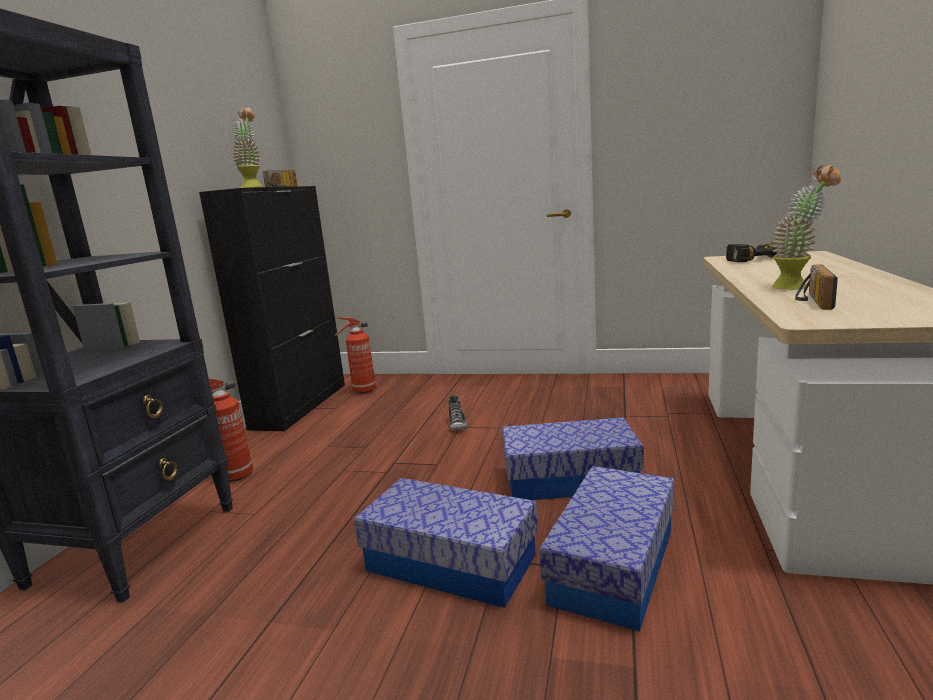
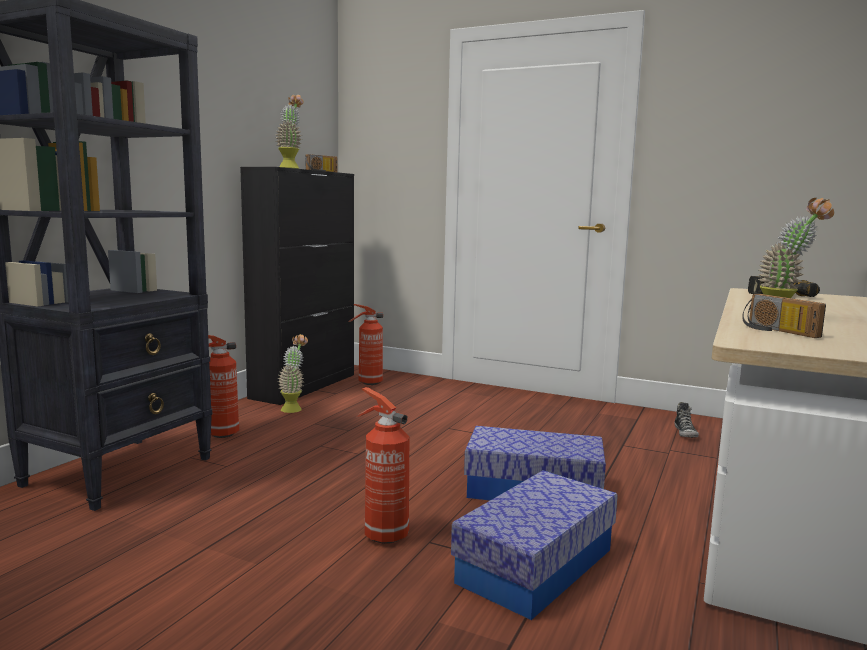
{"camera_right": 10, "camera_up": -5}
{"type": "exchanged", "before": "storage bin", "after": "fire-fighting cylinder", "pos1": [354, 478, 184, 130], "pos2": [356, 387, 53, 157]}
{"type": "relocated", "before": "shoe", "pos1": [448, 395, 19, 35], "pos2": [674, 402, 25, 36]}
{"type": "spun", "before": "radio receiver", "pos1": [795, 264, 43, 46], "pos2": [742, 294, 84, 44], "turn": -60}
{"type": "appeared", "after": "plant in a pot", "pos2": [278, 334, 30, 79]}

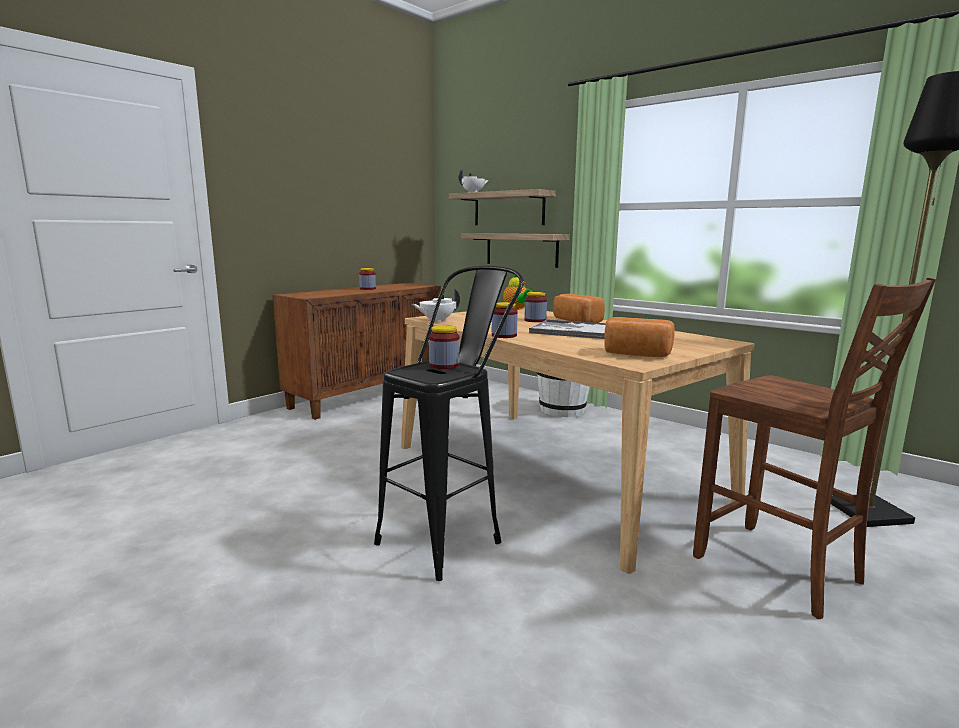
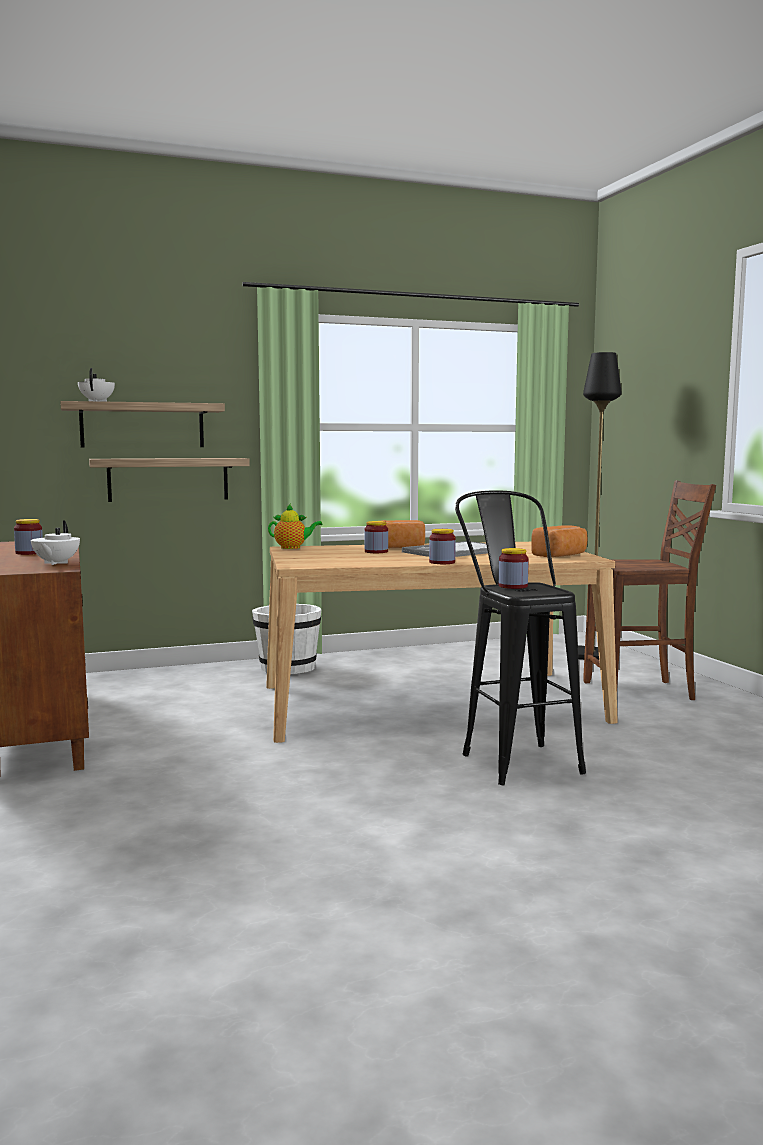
{"camera_right": -60, "camera_up": -5}
{"type": "relocated", "before": "whitish pot for tea", "pos1": [412, 289, 48, 33], "pos2": [31, 521, 49, 44]}

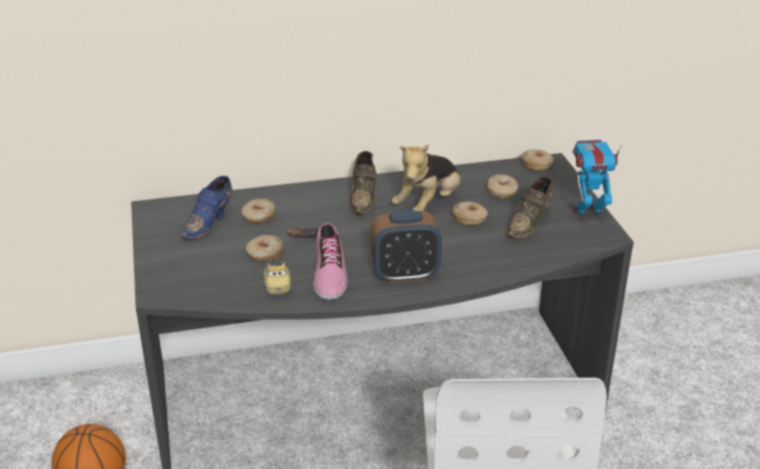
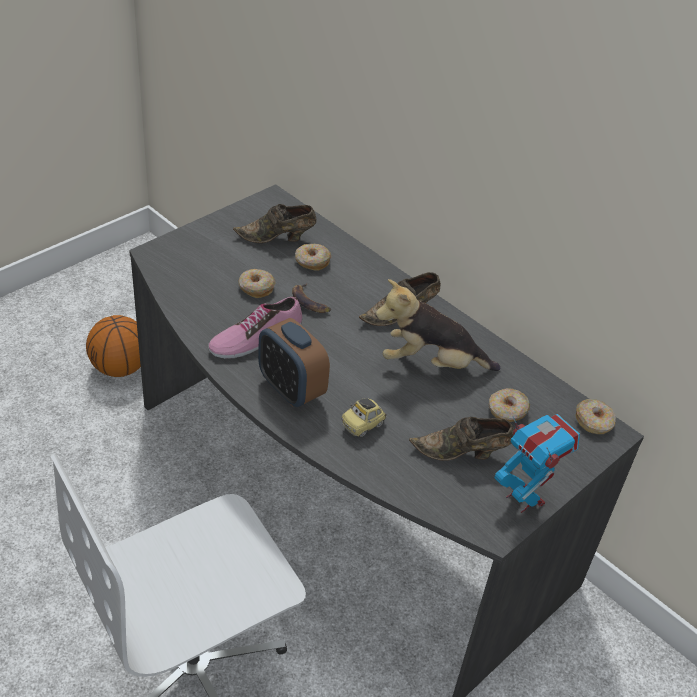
{"camera_right": 55, "camera_up": 10}
{"type": "colour", "before": "blue-coloured shoe", "after": "brown shoe", "pos1": [180, 176, 53, 63], "pos2": [233, 204, 84, 39]}
{"type": "relocated", "before": "toy car", "pos1": [263, 260, 28, 34], "pos2": [341, 398, 45, 39]}
{"type": "missing", "before": "donut", "pos1": [452, 201, 36, 24]}

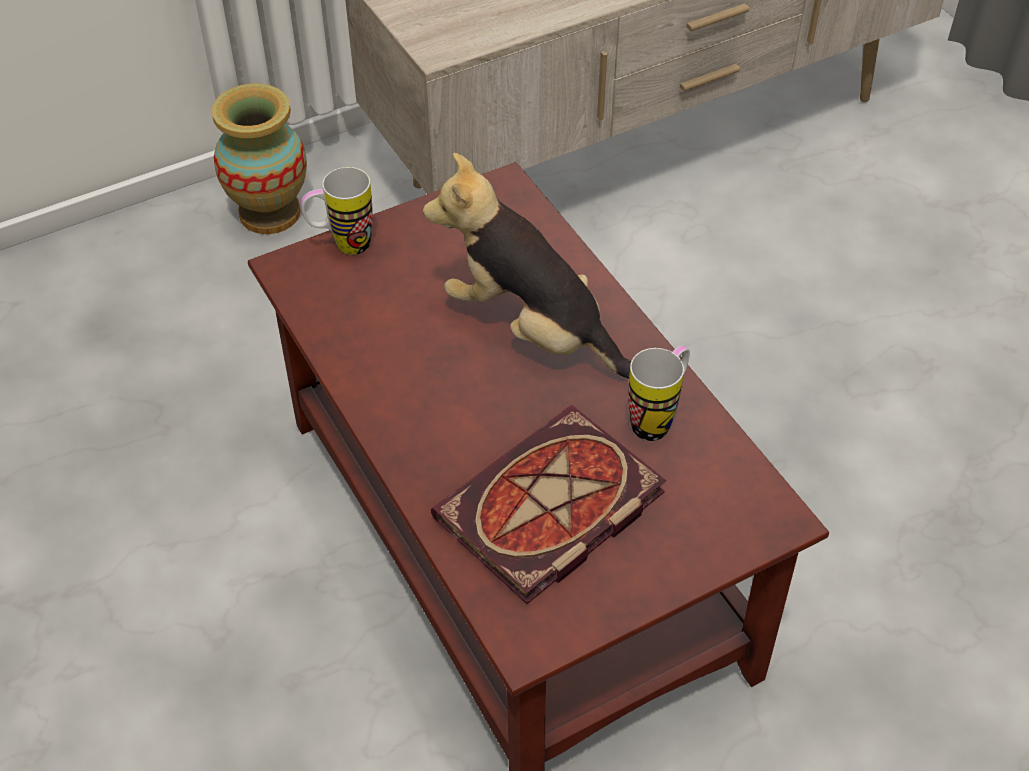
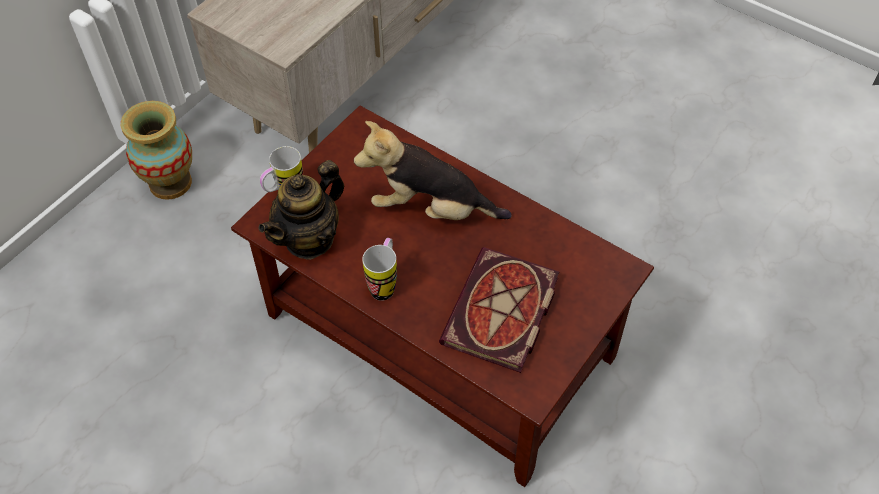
{"camera_right": -25, "camera_up": 5}
{"type": "relocated", "before": "mug", "pos1": [628, 346, 62, 95], "pos2": [362, 238, 35, 63]}
{"type": "appeared", "after": "pot for tea", "pos2": [258, 160, 86, 100]}

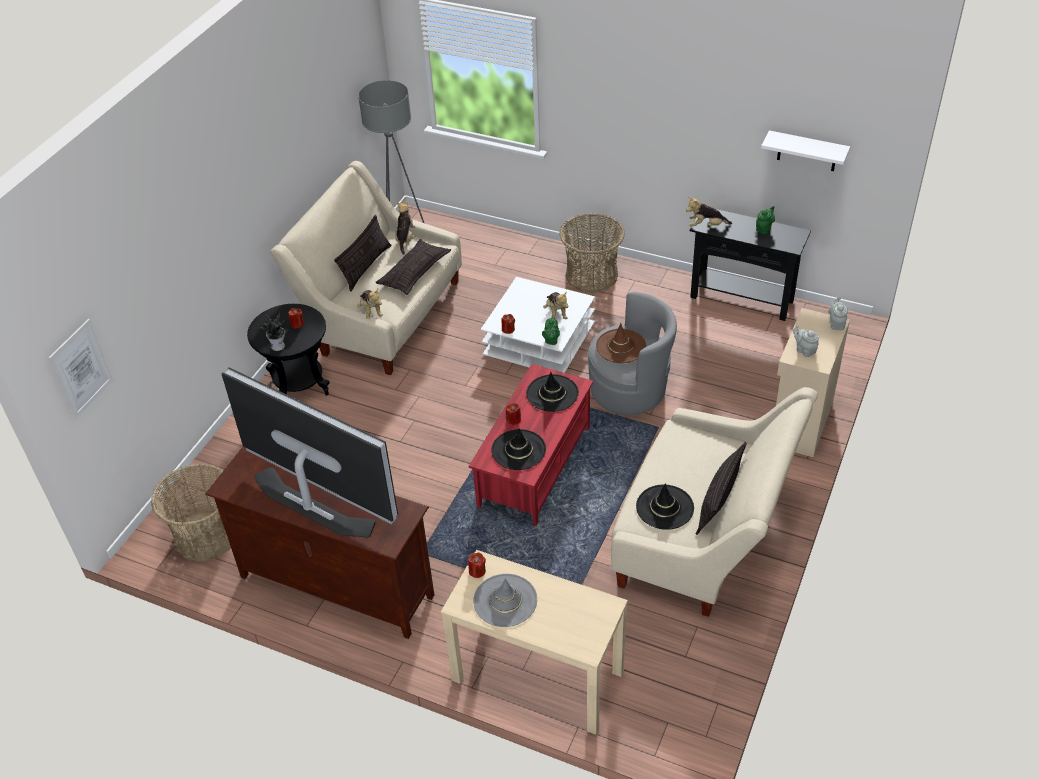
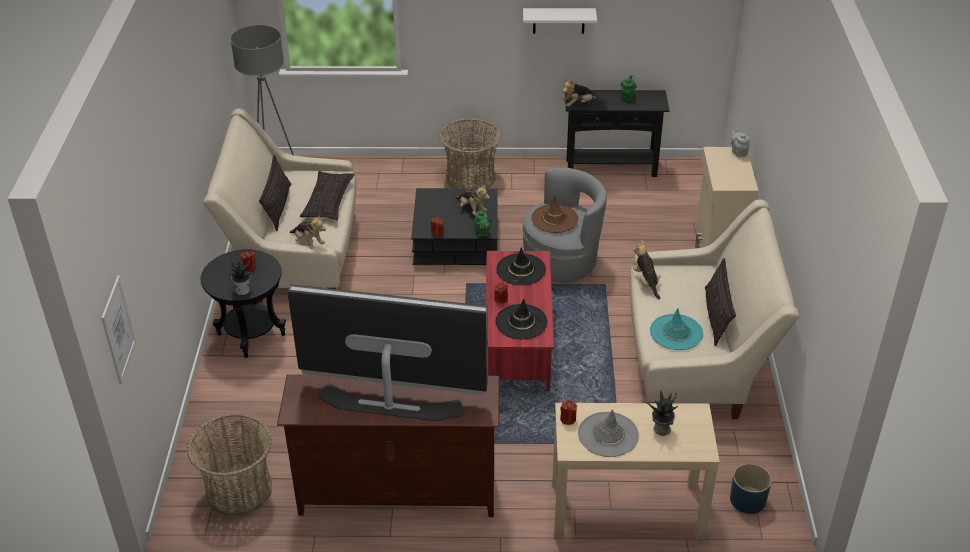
{"camera_right": -25, "camera_up": -5}
{"type": "relocated", "before": "cuddly toy", "pos1": [395, 200, 21, 55], "pos2": [633, 240, 28, 59]}
{"type": "colour", "before": "whitish coffee table", "after": "blackish coffee table", "pos1": [481, 277, 114, 96], "pos2": [411, 188, 87, 77]}
{"type": "colour", "before": "blackish hat", "after": "turquoise-coloured hat", "pos1": [636, 484, 58, 46], "pos2": [650, 308, 53, 42]}
{"type": "relocated", "before": "whitish shelf", "pos1": [761, 130, 89, 41], "pos2": [523, 8, 74, 26]}
{"type": "missing", "before": "gray pot for tea", "pos1": [793, 325, 26, 32]}
{"type": "appeared", "after": "plant in a pot", "pos2": [647, 390, 32, 46]}
{"type": "appeared", "after": "blue-coloured planter", "pos2": [730, 463, 42, 51]}

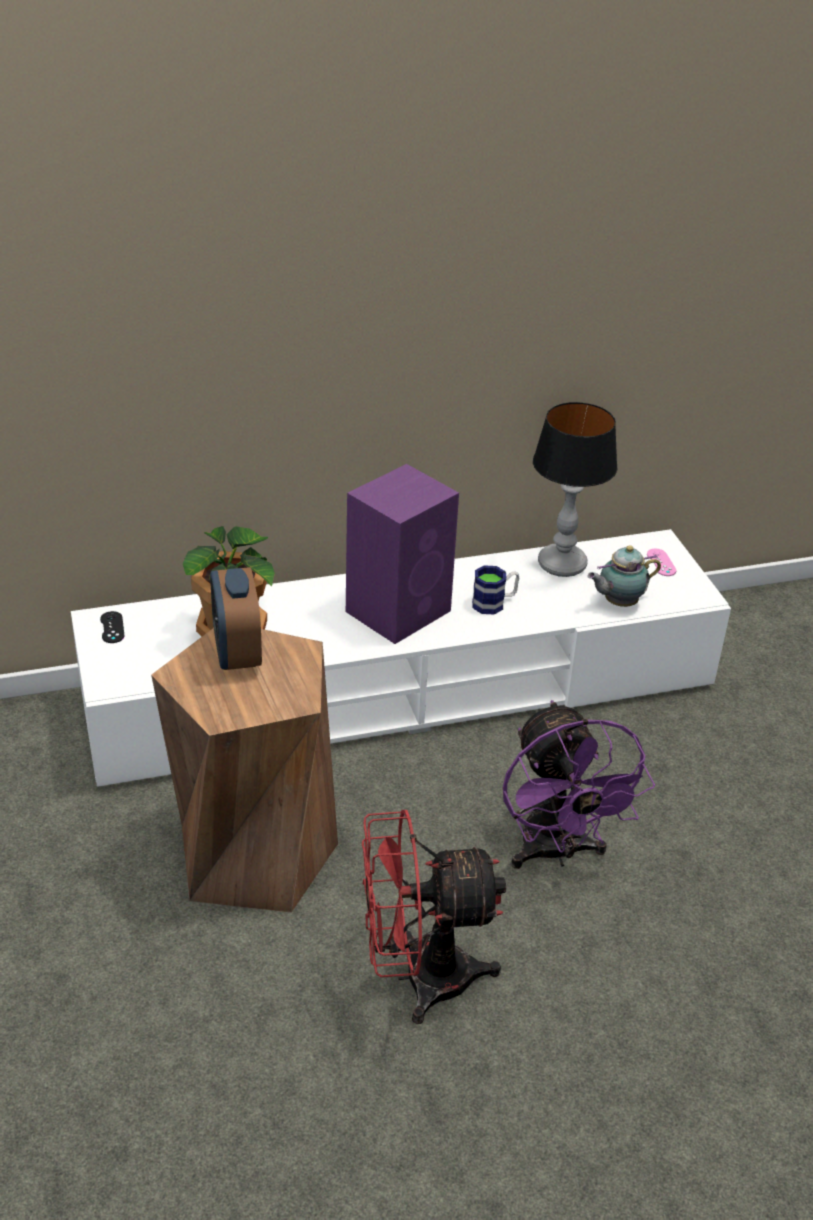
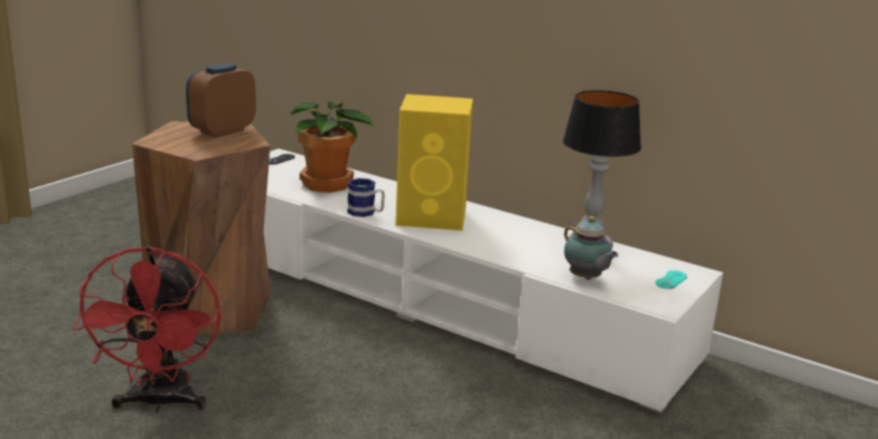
{"camera_right": 50, "camera_up": -15}
{"type": "colour", "before": "purple audio speaker", "after": "yellow-coloured audio speaker", "pos1": [346, 464, 113, 180], "pos2": [396, 94, 77, 137]}
{"type": "spun", "before": "red cooling fan", "pos1": [362, 810, 144, 214], "pos2": [72, 246, 149, 166], "turn": -135}
{"type": "relocated", "before": "mug", "pos1": [472, 565, 47, 50], "pos2": [347, 178, 38, 39]}
{"type": "missing", "before": "purple cooling fan", "pos1": [503, 700, 152, 169]}
{"type": "spun", "before": "pot for tea", "pos1": [587, 545, 74, 62], "pos2": [564, 216, 54, 64], "turn": -150}
{"type": "colour", "before": "pinkish gamepad", "after": "turquoise-coloured gamepad", "pos1": [647, 549, 30, 27], "pos2": [655, 270, 32, 19]}

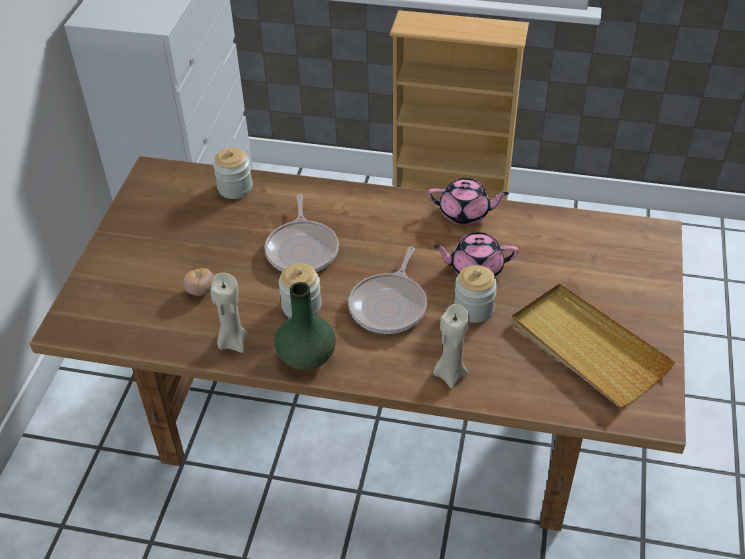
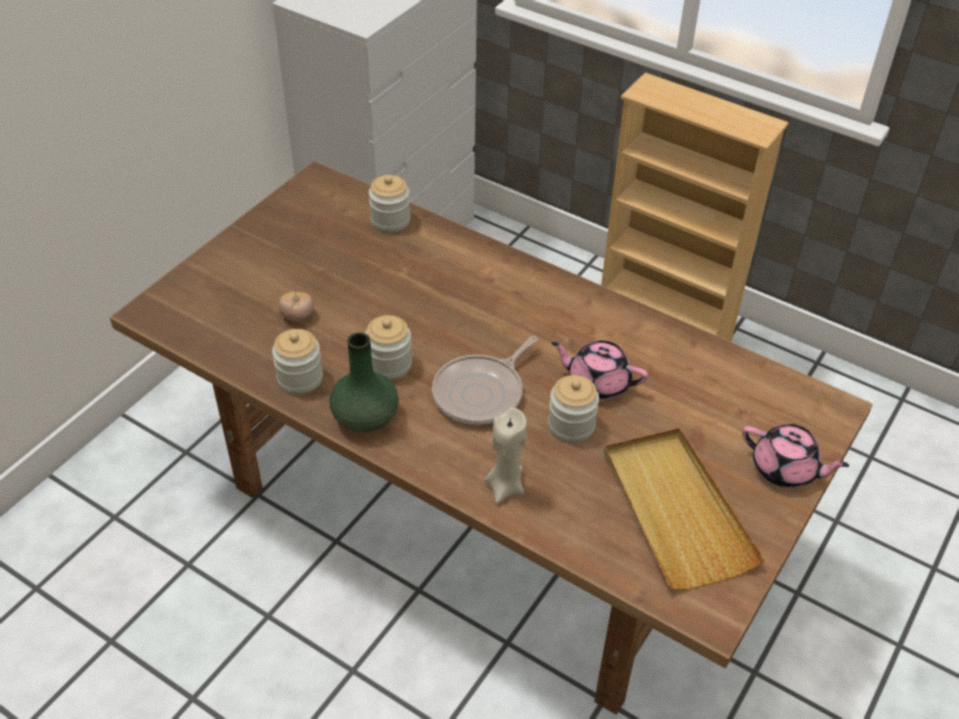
{"camera_right": 20, "camera_up": 0}
{"type": "exchanged", "before": "beige wax candle", "after": "preserve jar", "pos1": [211, 273, 37, 80], "pos2": [272, 329, 51, 65]}
{"type": "missing", "before": "frying pan", "pos1": [265, 194, 74, 78]}
{"type": "relocated", "before": "pinkish pot for tea", "pos1": [428, 178, 81, 46], "pos2": [742, 424, 107, 64]}

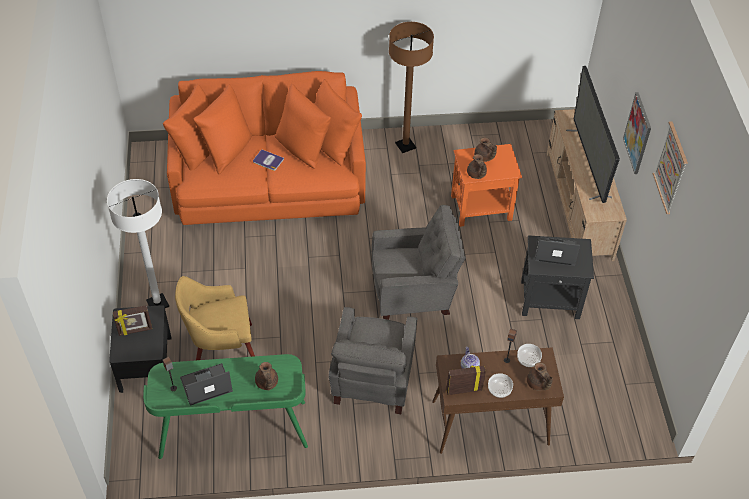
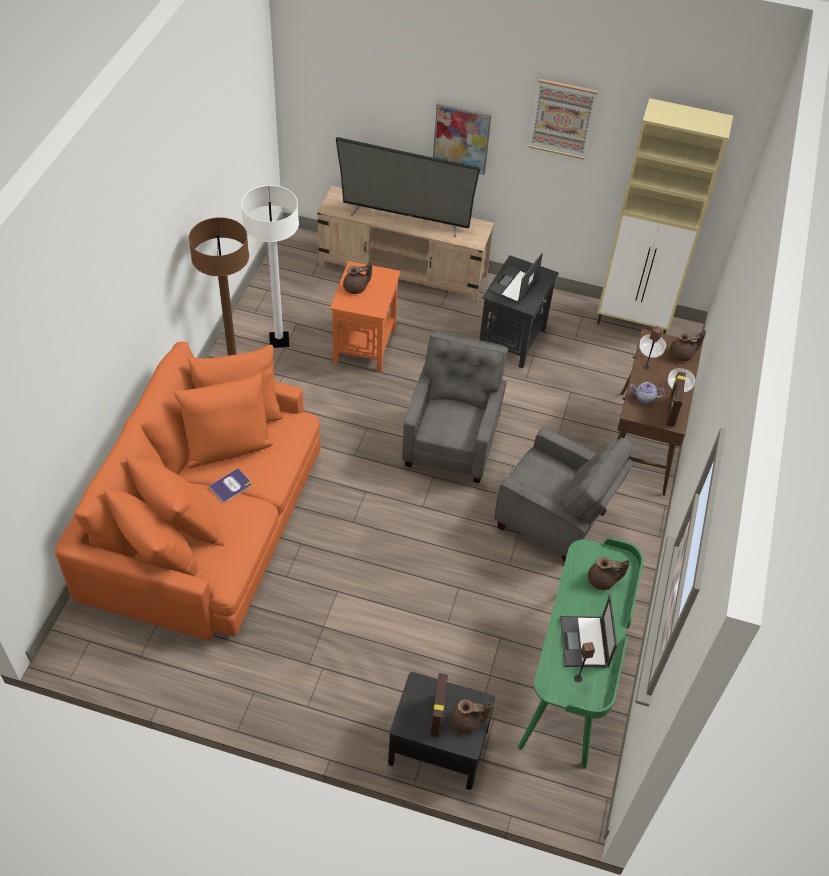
{"camera_right": -70, "camera_up": 0}
{"type": "relocated", "before": "whitish floor lamp", "pos1": [107, 179, 62, 129], "pos2": [241, 185, 58, 163]}
{"type": "missing", "before": "yellow-coloured lounge chair", "pos1": [175, 276, 80, 84]}
{"type": "relocated", "before": "brown pot for tea", "pos1": [467, 154, 20, 25], "pos2": [451, 699, 41, 35]}
{"type": "appeared", "after": "beige cupboard", "pos2": [597, 98, 136, 236]}

